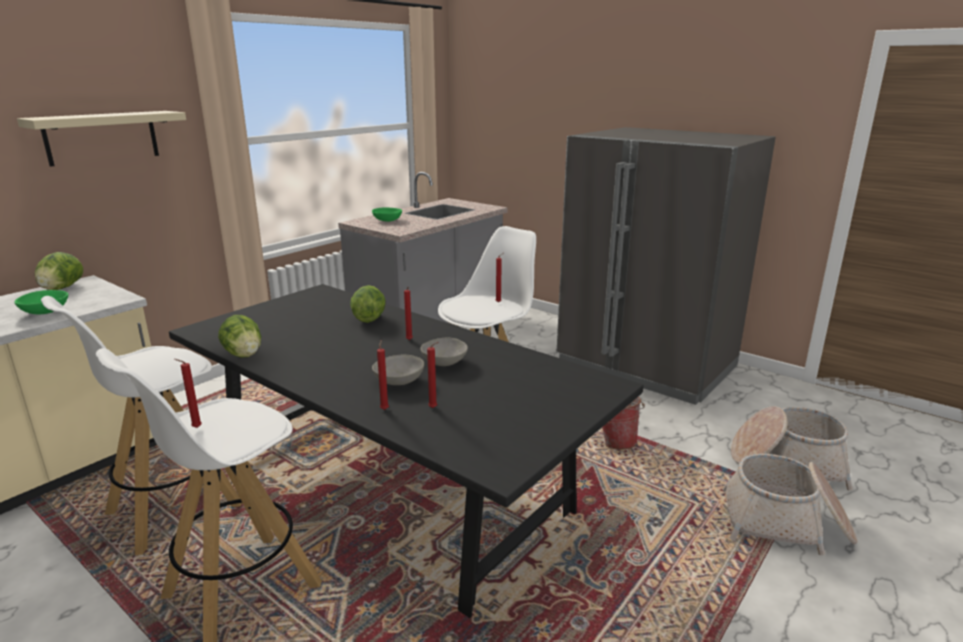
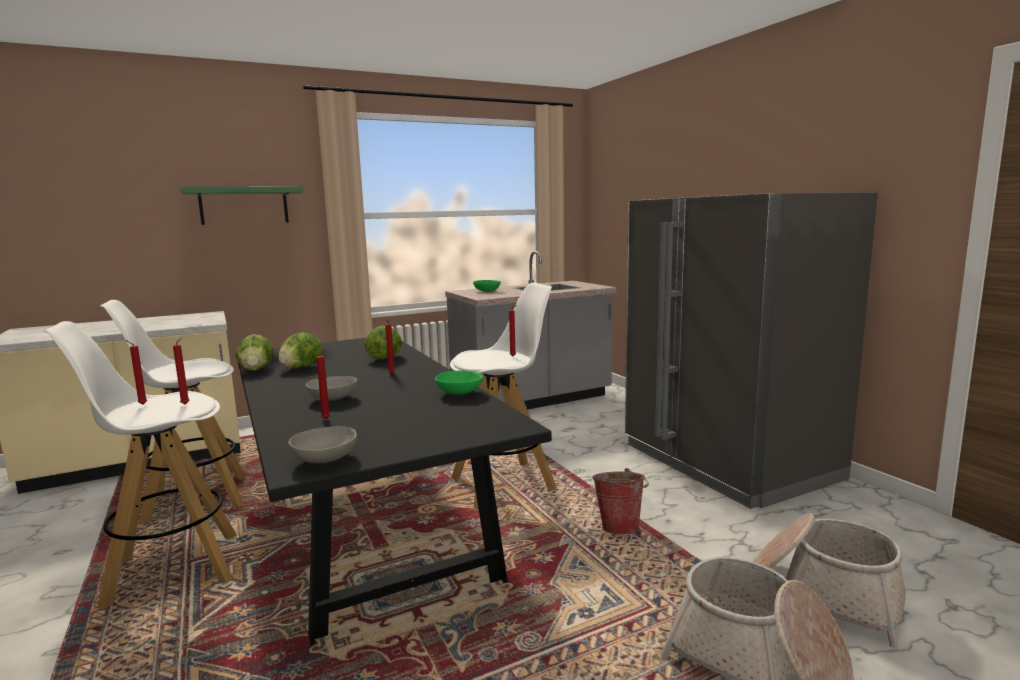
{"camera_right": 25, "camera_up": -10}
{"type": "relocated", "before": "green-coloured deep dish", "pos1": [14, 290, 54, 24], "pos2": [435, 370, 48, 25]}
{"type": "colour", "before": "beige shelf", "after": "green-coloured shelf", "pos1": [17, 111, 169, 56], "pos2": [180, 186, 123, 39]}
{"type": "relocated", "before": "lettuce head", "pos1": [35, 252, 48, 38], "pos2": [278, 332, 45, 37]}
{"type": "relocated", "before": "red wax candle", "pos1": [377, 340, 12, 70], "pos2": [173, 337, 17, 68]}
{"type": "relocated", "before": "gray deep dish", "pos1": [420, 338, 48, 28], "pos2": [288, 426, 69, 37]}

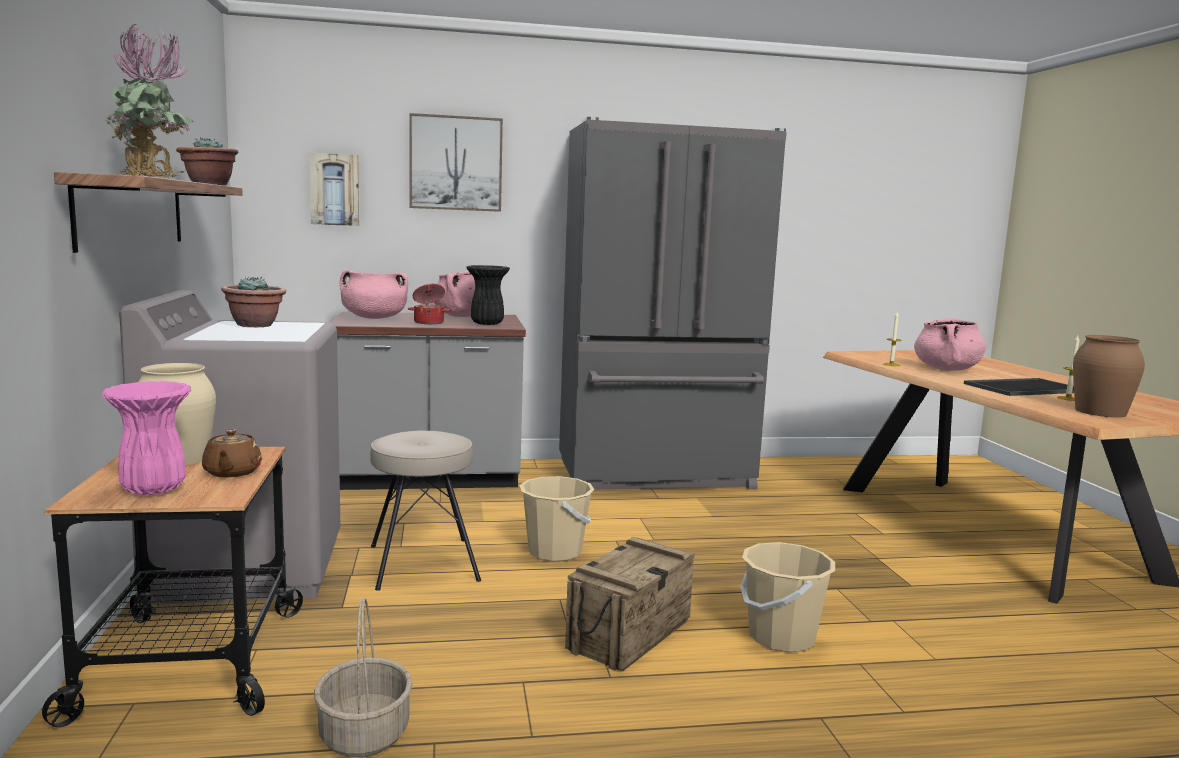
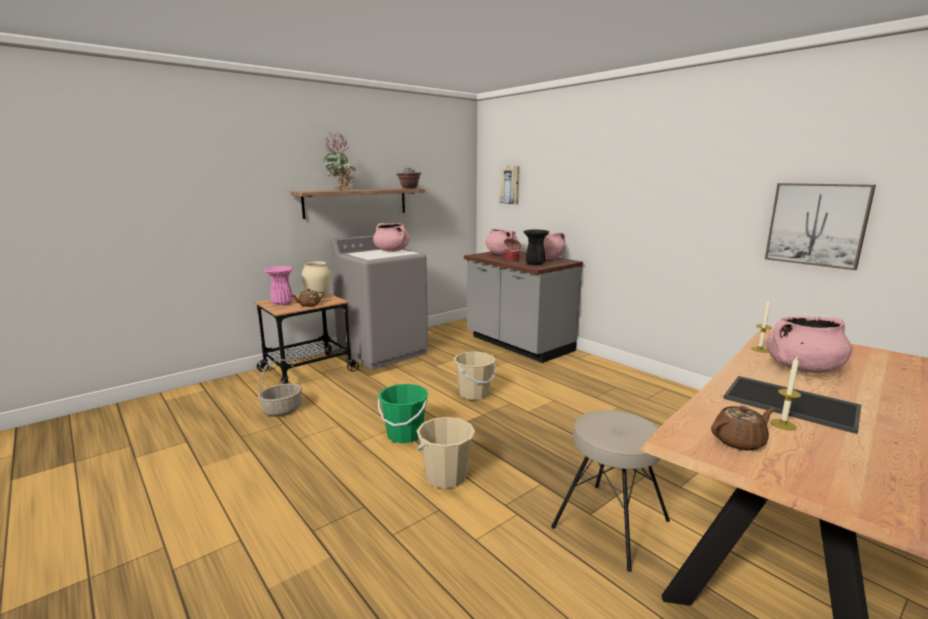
{"camera_right": 60, "camera_up": 5}
{"type": "exchanged", "before": "plant in a pot", "after": "pinkish cooking pot", "pos1": [221, 277, 65, 50], "pos2": [373, 223, 37, 29]}
{"type": "relocated", "before": "beige sitting stool", "pos1": [370, 431, 111, 160], "pos2": [551, 410, 119, 162]}
{"type": "relocated", "before": "wall picture", "pos1": [409, 113, 94, 99], "pos2": [765, 183, 111, 87]}
{"type": "missing", "before": "gray fridge", "pos1": [559, 117, 228, 373]}
{"type": "exchanged", "before": "packing crate", "after": "green-coloured pail", "pos1": [565, 537, 130, 134], "pos2": [378, 384, 50, 59]}
{"type": "exchanged", "before": "brown decorative vase", "after": "brown pot for tea", "pos1": [1073, 335, 72, 82], "pos2": [711, 405, 64, 46]}

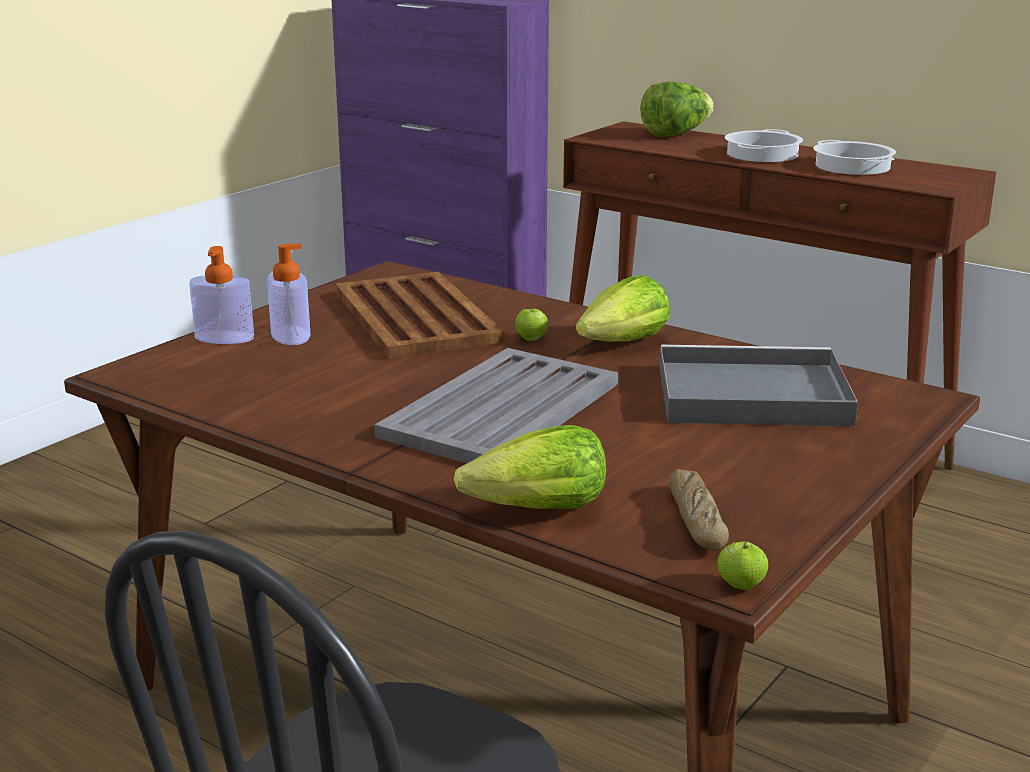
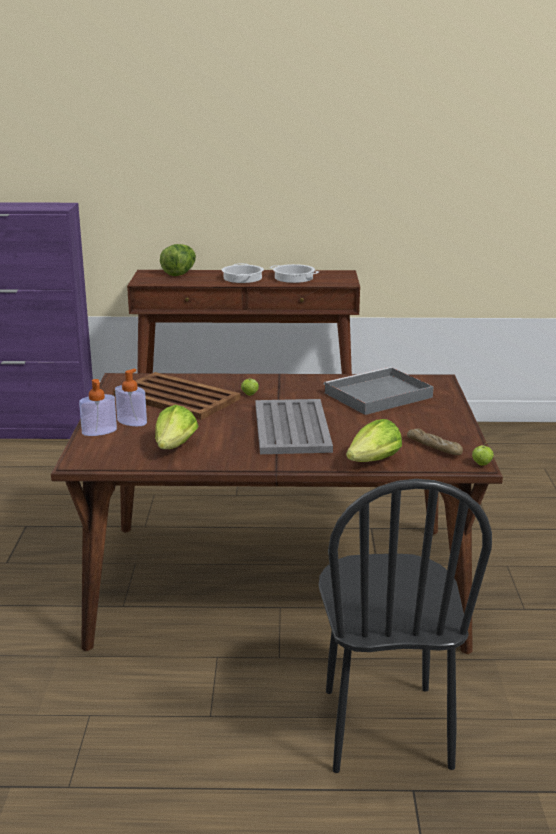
{"camera_right": -35, "camera_up": 0}
{"type": "relocated", "before": "lettuce head", "pos1": [576, 275, 94, 67], "pos2": [155, 405, 43, 44]}

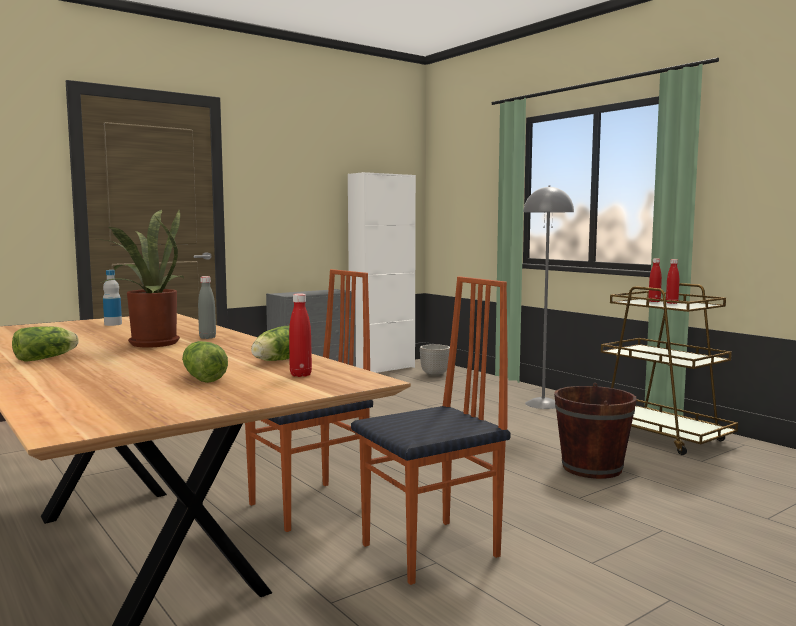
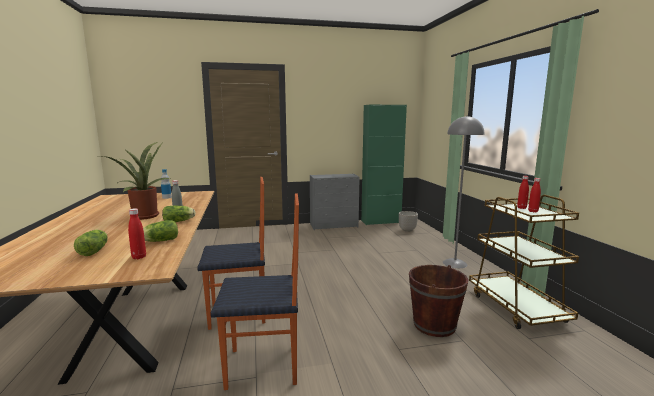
{"camera_right": 25, "camera_up": 5}
{"type": "relocated", "before": "lettuce head", "pos1": [12, 327, 67, 35], "pos2": [162, 206, 34, 16]}
{"type": "colour", "before": "whitish cupboard", "after": "green-coloured cupboard", "pos1": [348, 172, 68, 201], "pos2": [361, 104, 46, 121]}

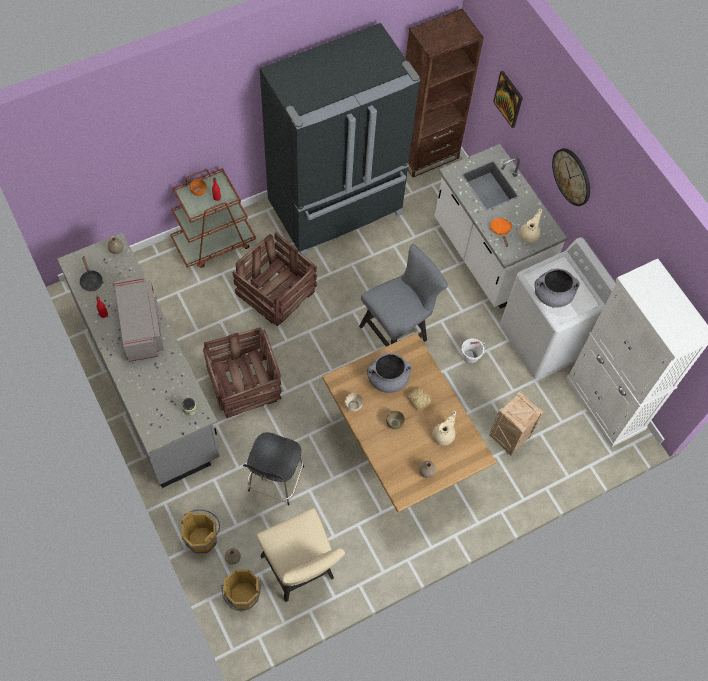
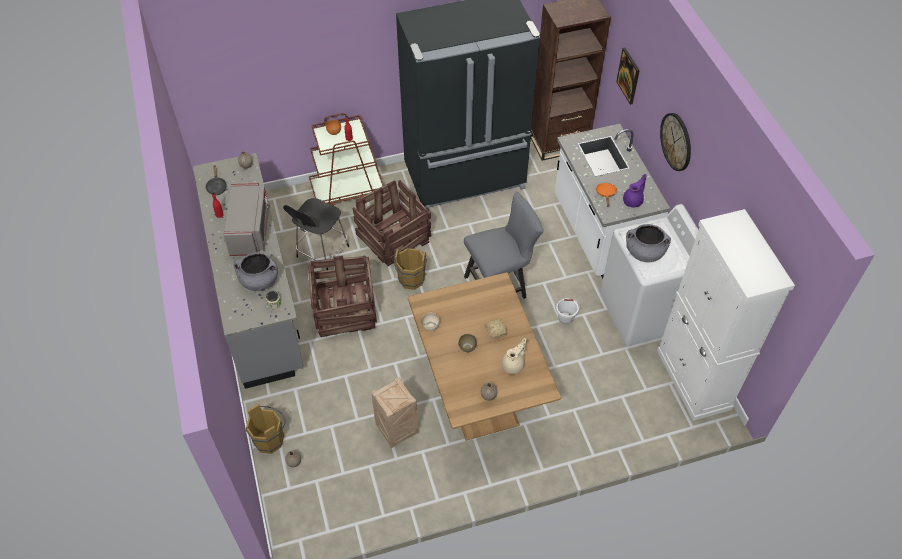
{"camera_right": 15, "camera_up": -10}
{"type": "relocated", "before": "brown pail", "pos1": [221, 570, 40, 41], "pos2": [394, 248, 33, 42]}
{"type": "relocated", "before": "blackish plain chair", "pos1": [243, 432, 61, 73], "pos2": [283, 198, 66, 72]}
{"type": "missing", "before": "beige plain chair", "pos1": [257, 508, 88, 94]}
{"type": "relocated", "before": "gray cooking pot", "pos1": [367, 353, 45, 40], "pos2": [234, 252, 44, 39]}
{"type": "relocated", "before": "packing crate", "pos1": [489, 391, 54, 65], "pos2": [371, 377, 47, 71]}
{"type": "colour", "before": "beige pot for tea", "after": "purple pot for tea", "pos1": [519, 208, 23, 35], "pos2": [623, 174, 23, 33]}

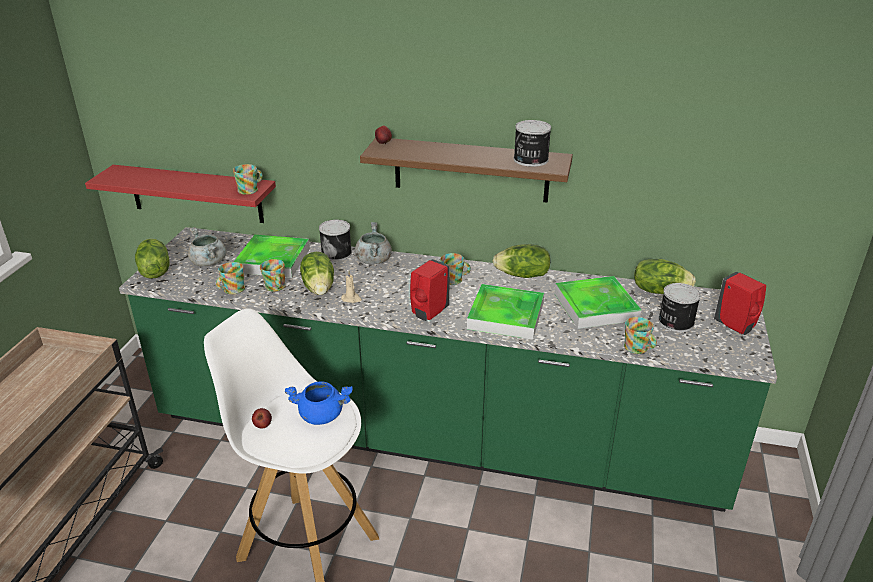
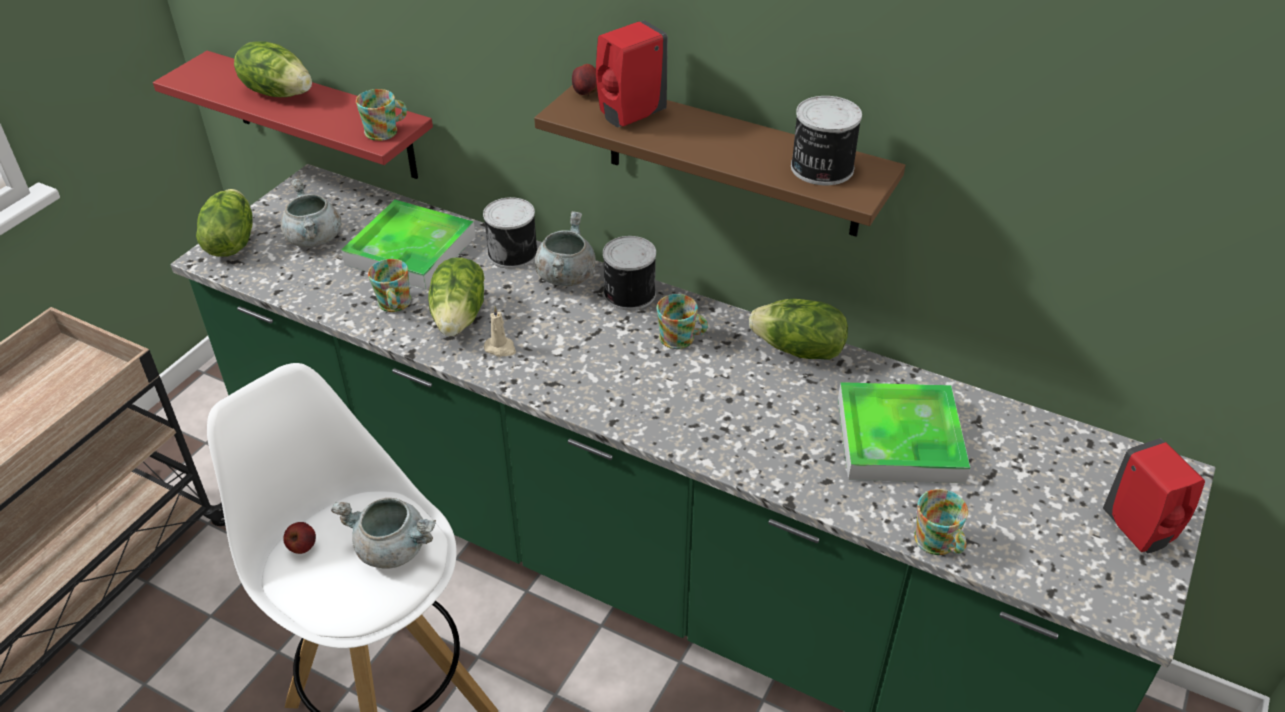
{"camera_right": 15, "camera_up": 10}
{"type": "missing", "before": "mug", "pos1": [216, 262, 29, 32]}
{"type": "colour", "before": "blue-coloured cooking pot", "after": "gray cooking pot", "pos1": [285, 381, 68, 44], "pos2": [331, 498, 105, 71]}
{"type": "relocated", "before": "red liquid soap bottle", "pos1": [410, 259, 40, 62], "pos2": [596, 20, 72, 107]}
{"type": "missing", "before": "serving tray", "pos1": [467, 284, 77, 56]}
{"type": "relocated", "before": "lettuce head", "pos1": [634, 259, 62, 35], "pos2": [234, 42, 78, 55]}
{"type": "relocated", "before": "sealed can", "pos1": [658, 283, 43, 49], "pos2": [603, 236, 53, 74]}

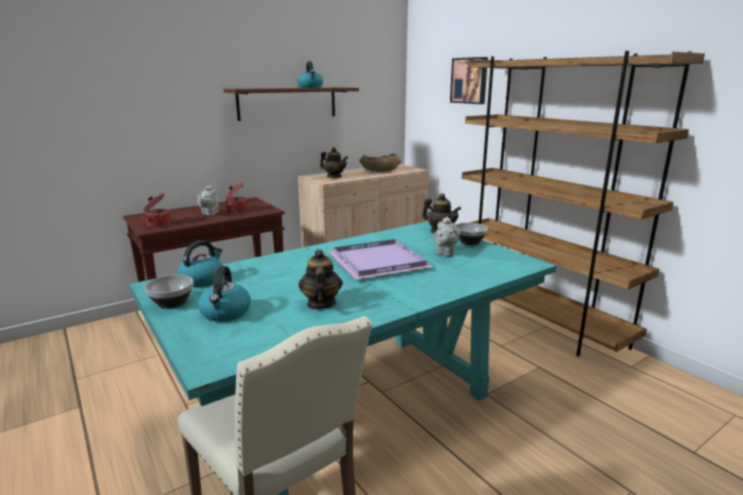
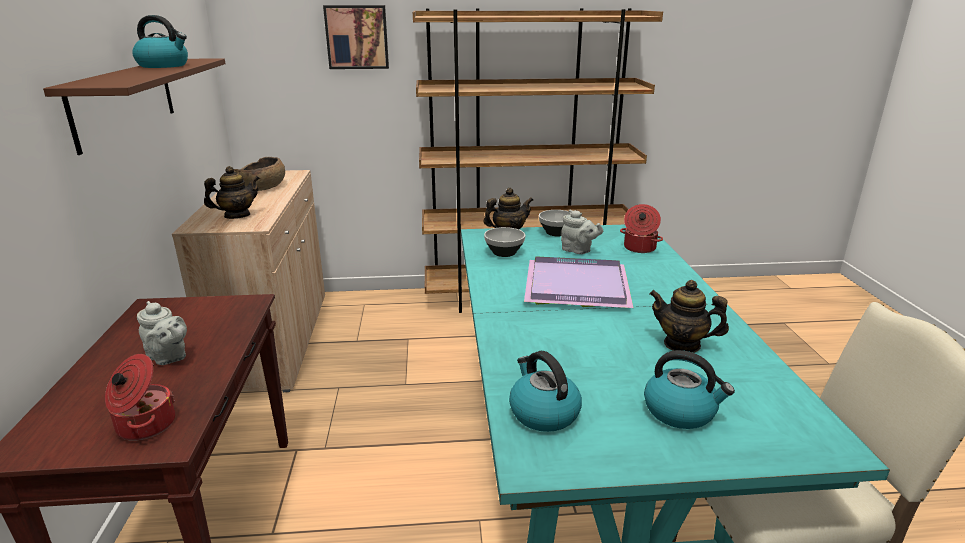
{"camera_right": -60, "camera_up": 5}
{"type": "relocated", "before": "deep dish", "pos1": [144, 275, 49, 34], "pos2": [484, 227, 41, 30]}
{"type": "relocated", "before": "cooking pot", "pos1": [226, 182, 22, 31], "pos2": [620, 204, 43, 49]}

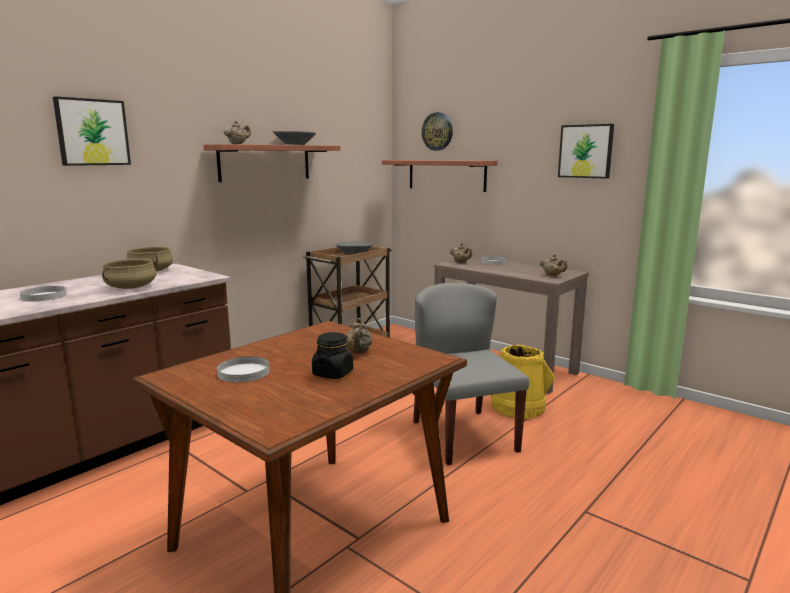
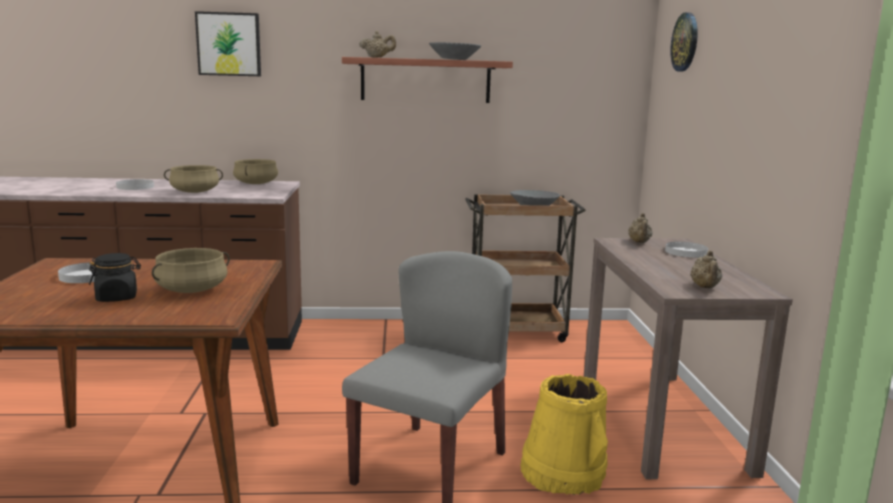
{"camera_right": 45, "camera_up": 0}
{"type": "exchanged", "before": "beige pot for tea", "after": "beige cooking pot", "pos1": [346, 318, 26, 35], "pos2": [152, 248, 78, 45]}
{"type": "missing", "before": "shelf", "pos1": [382, 160, 115, 32]}
{"type": "missing", "before": "wall picture", "pos1": [558, 124, 56, 55]}

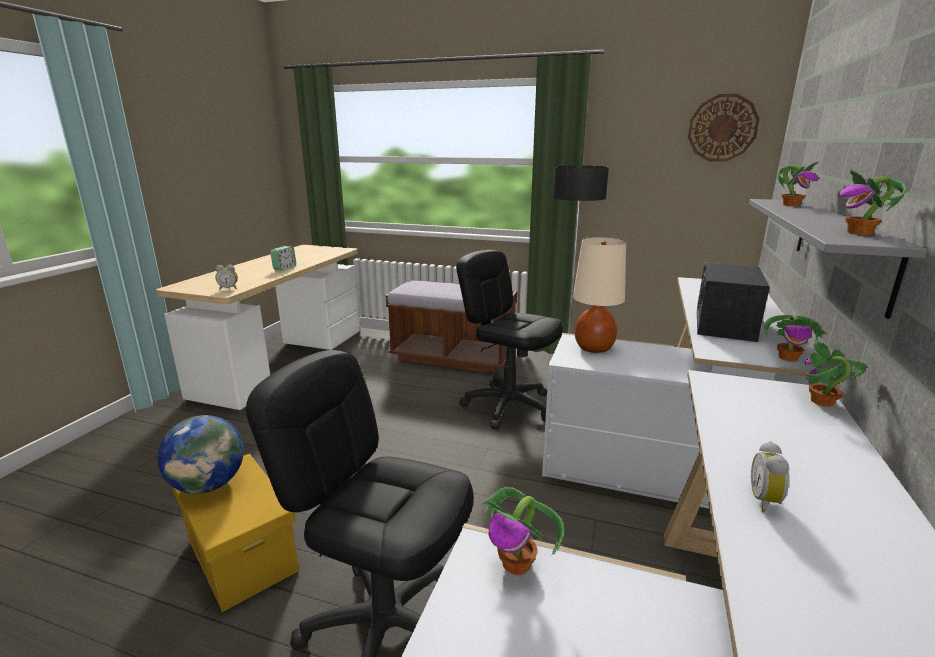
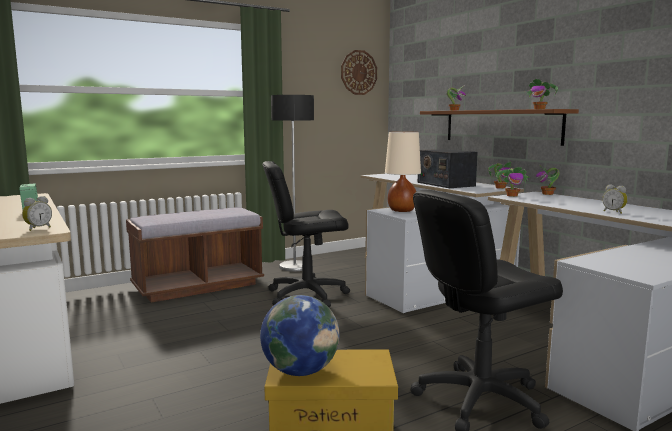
{"camera_right": -50, "camera_up": -10}
{"type": "relocated", "before": "plant in a pot", "pos1": [479, 487, 85, 88], "pos2": [496, 167, 35, 30]}
{"type": "colour", "before": "gray shelf", "after": "brown shelf", "pos1": [749, 199, 178, 120], "pos2": [420, 109, 159, 37]}

